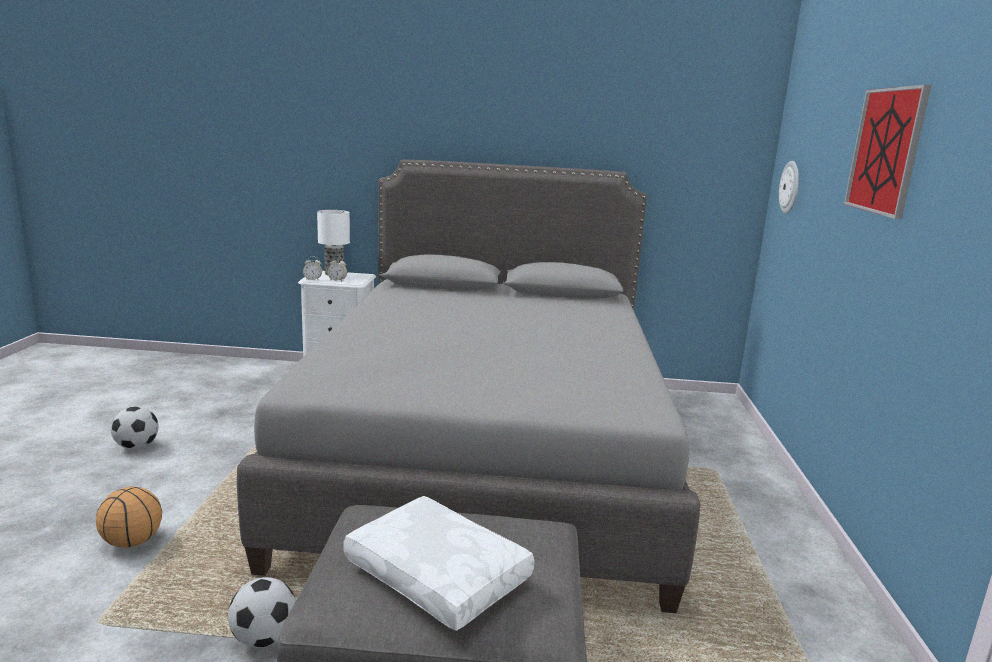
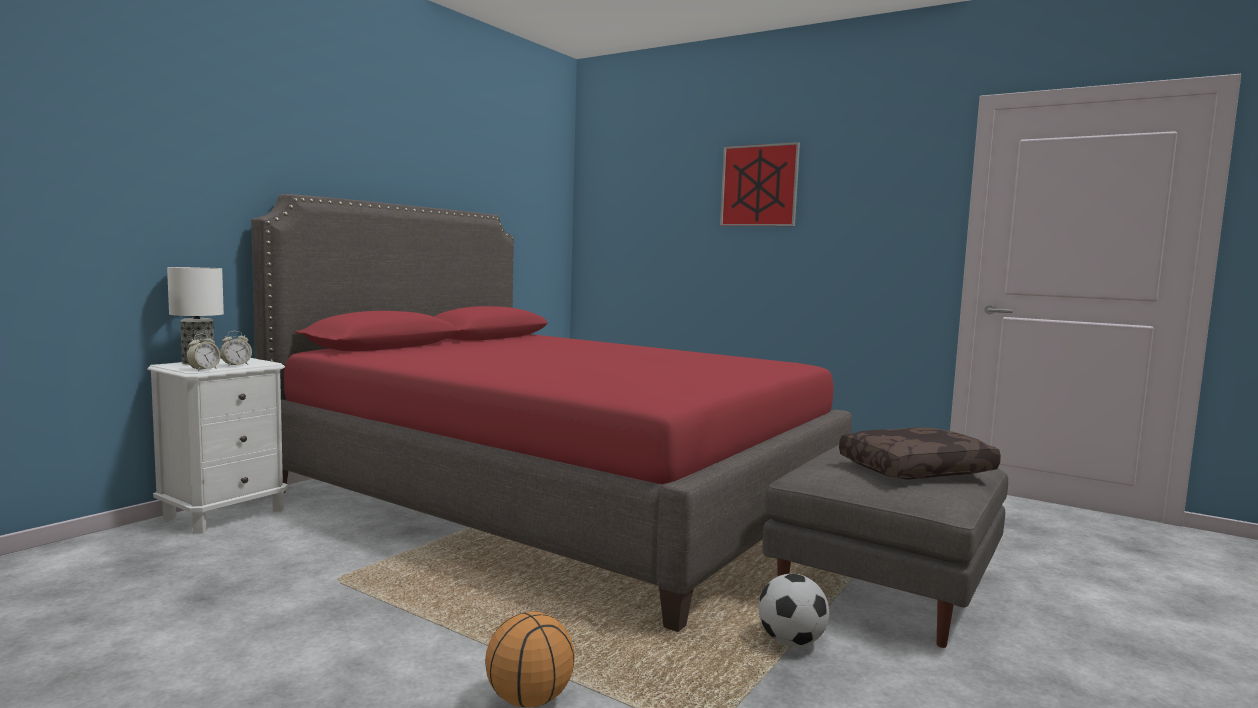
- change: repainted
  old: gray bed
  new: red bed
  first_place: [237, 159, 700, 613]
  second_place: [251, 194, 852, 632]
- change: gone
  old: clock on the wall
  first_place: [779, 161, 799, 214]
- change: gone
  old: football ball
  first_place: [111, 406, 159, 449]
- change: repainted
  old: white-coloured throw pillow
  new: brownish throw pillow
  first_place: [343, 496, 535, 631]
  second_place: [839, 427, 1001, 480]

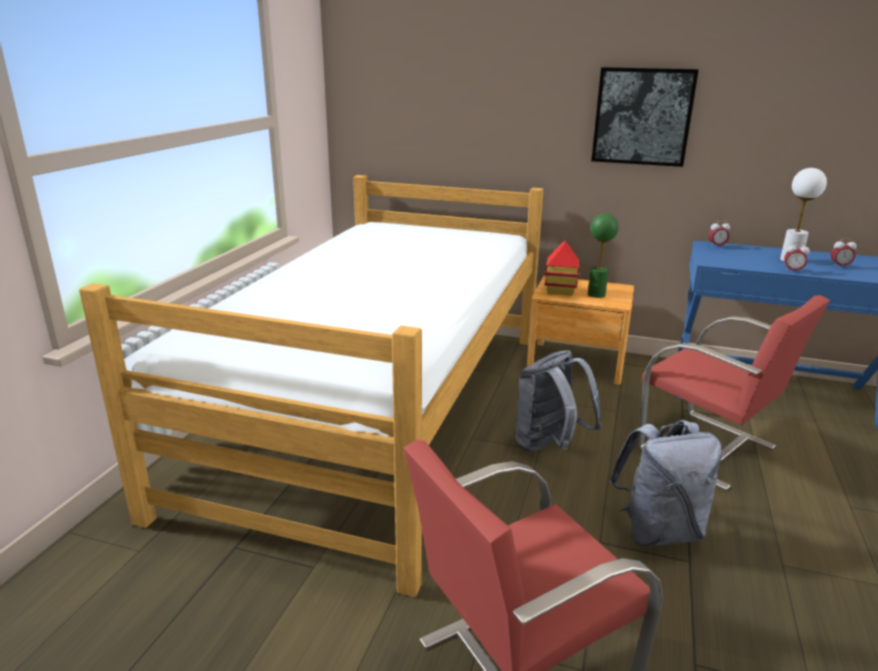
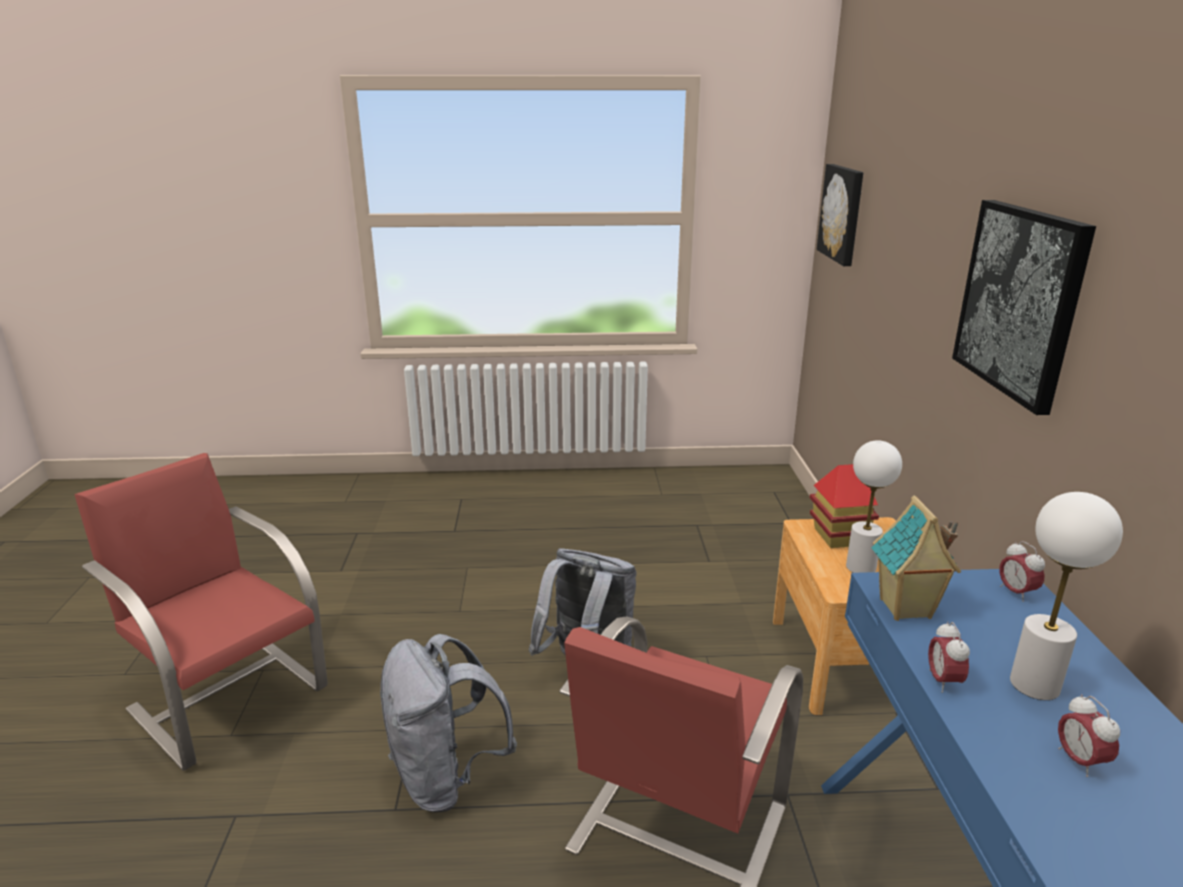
- change: gone
  old: bed
  first_place: [79, 175, 544, 597]
- change: repainted
  old: green-coloured lamp for a table
  new: white-coloured lamp for a table
  first_place: [588, 213, 619, 298]
  second_place: [846, 440, 902, 573]
- change: new
  new: wall picture
  second_place: [817, 164, 864, 266]
- change: new
  new: miniature house
  second_place: [871, 495, 961, 621]

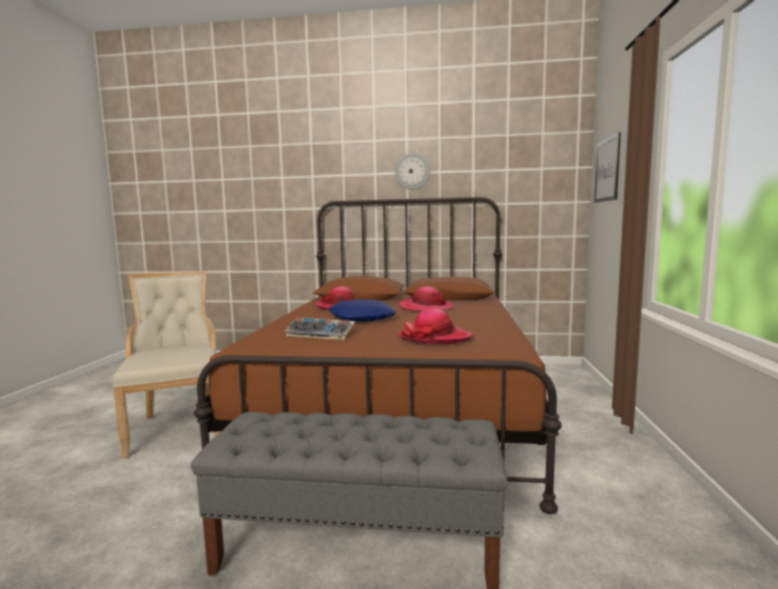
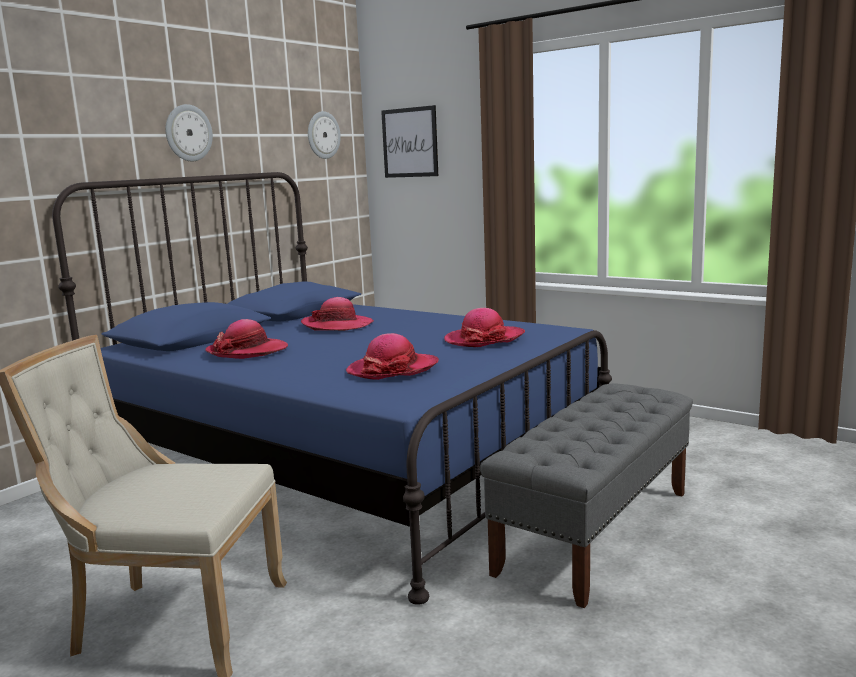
- change: repainted
  old: brownish bed
  new: blue-coloured bed
  first_place: [194, 197, 562, 514]
  second_place: [52, 172, 612, 605]
- change: gone
  old: blue-coloured throw pillow
  first_place: [329, 299, 396, 322]
- change: swapped
  old: computer keyboard
  new: clothing hat
  first_place: [285, 317, 355, 340]
  second_place: [346, 333, 439, 380]
- change: new
  new: clock on the wall
  second_place: [308, 111, 341, 159]

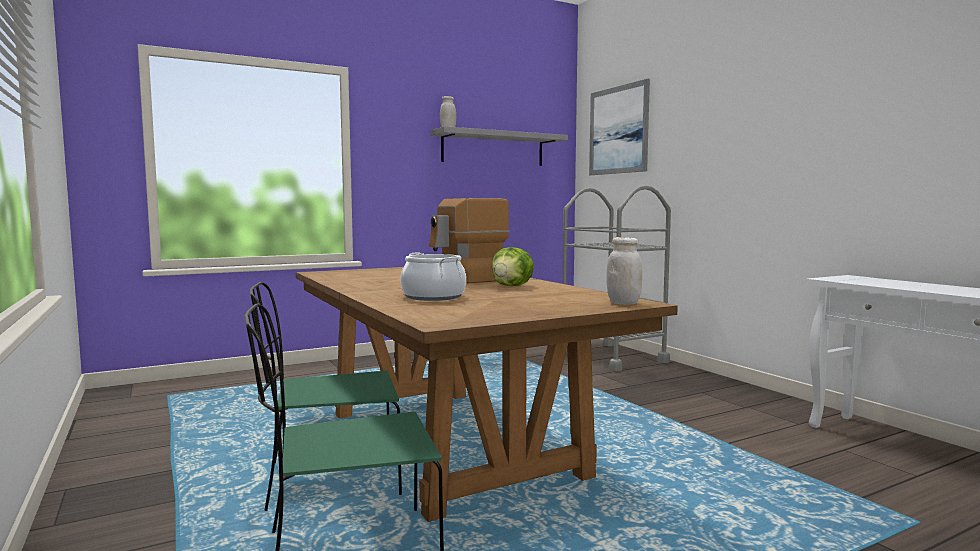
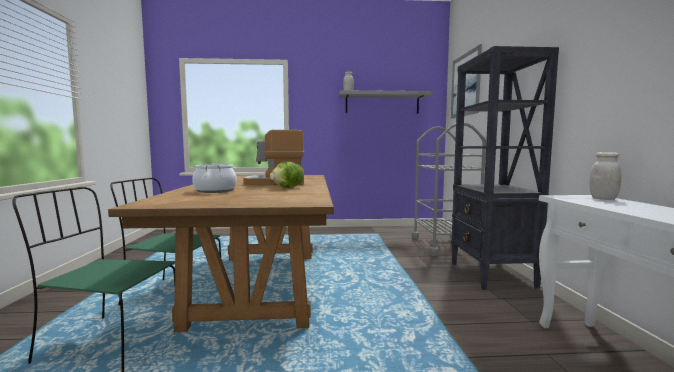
- change: shifted
  old: white-coloured jar
  first_place: [607, 237, 642, 305]
  second_place: [589, 152, 621, 200]
- change: new
  new: black-coloured bookcase
  second_place: [451, 46, 559, 290]

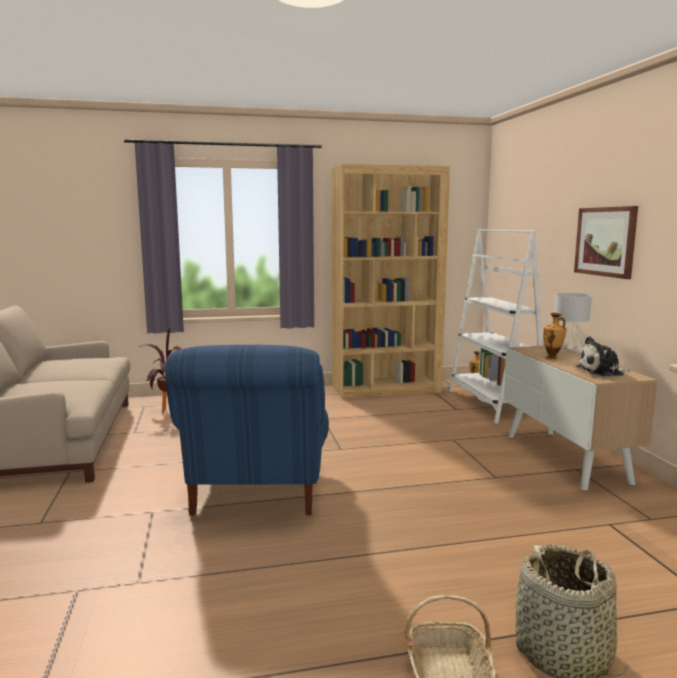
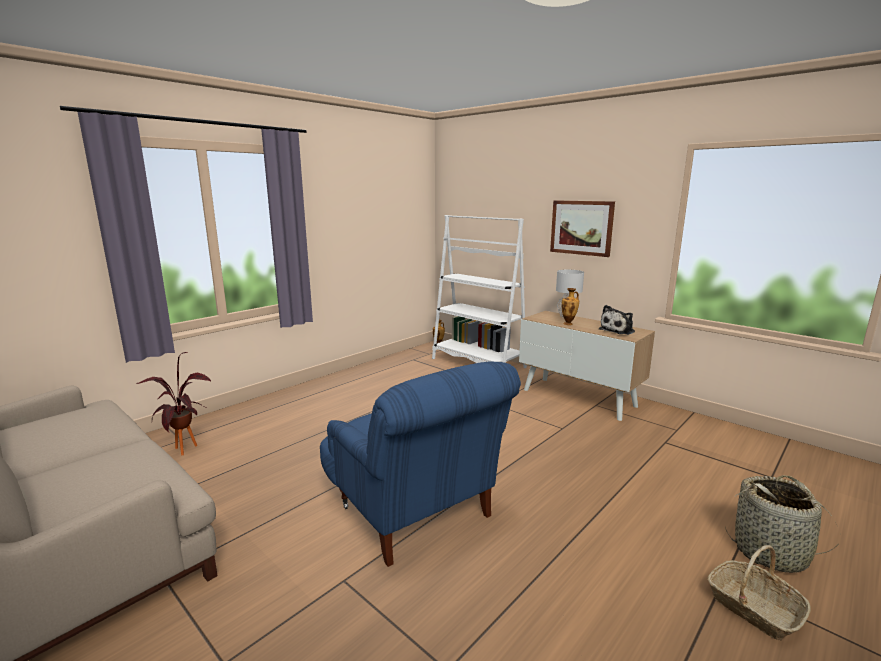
- change: gone
  old: brownish bookcase
  first_place: [332, 164, 450, 398]

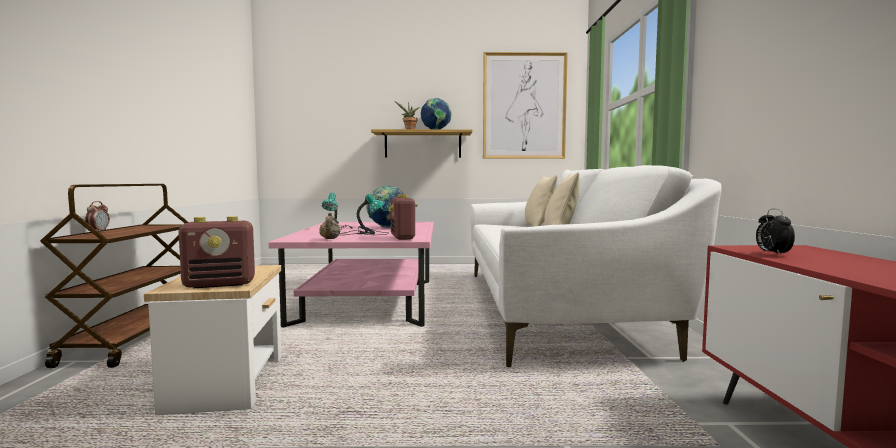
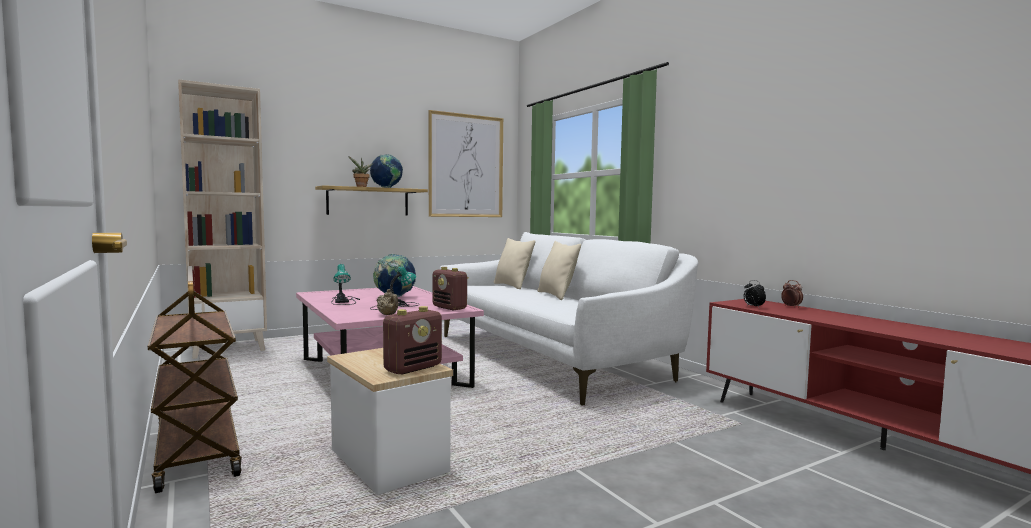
- change: shifted
  old: table clock
  first_place: [85, 201, 110, 231]
  second_place: [781, 280, 803, 308]
- change: new
  new: beige bookcase
  second_place: [178, 79, 267, 359]

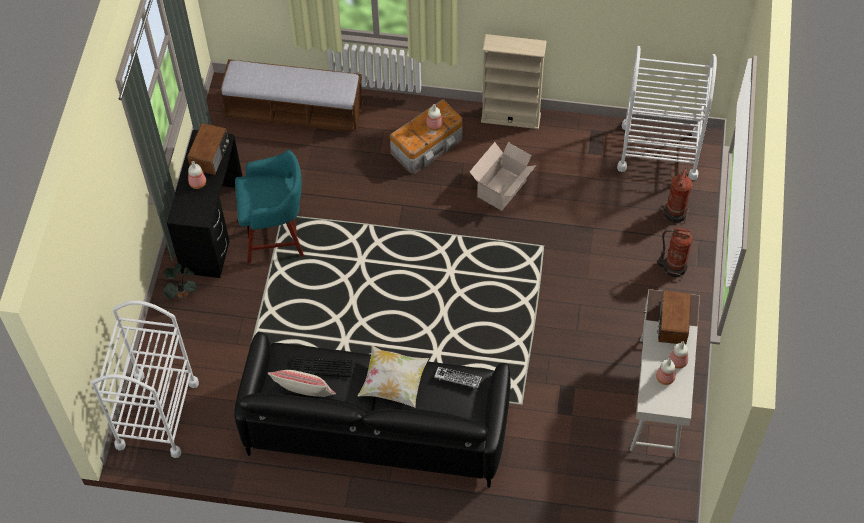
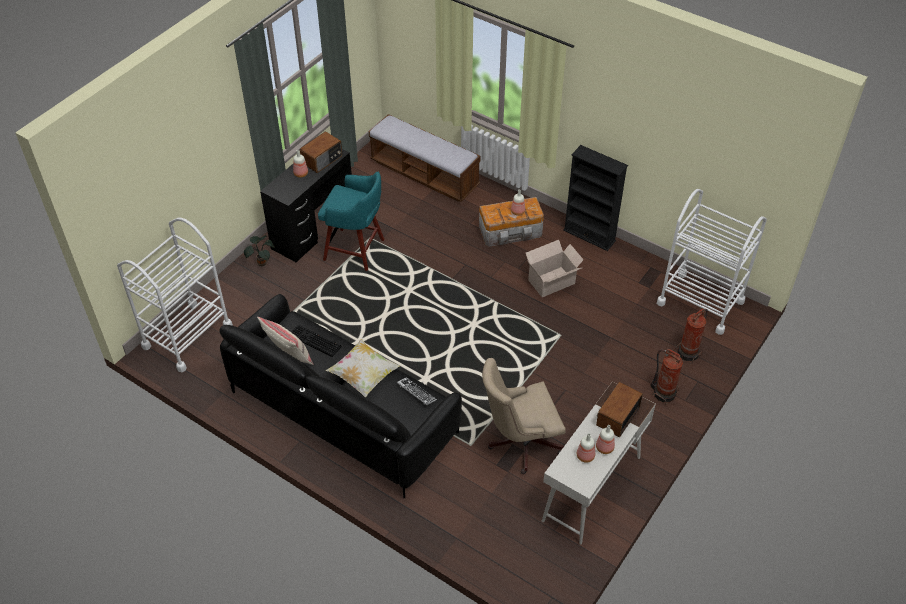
- change: repainted
  old: beige bookcase
  new: black-coloured bookcase
  first_place: [481, 34, 547, 129]
  second_place: [563, 145, 628, 251]
- change: new
  new: beige computer chair
  second_place: [482, 358, 566, 474]

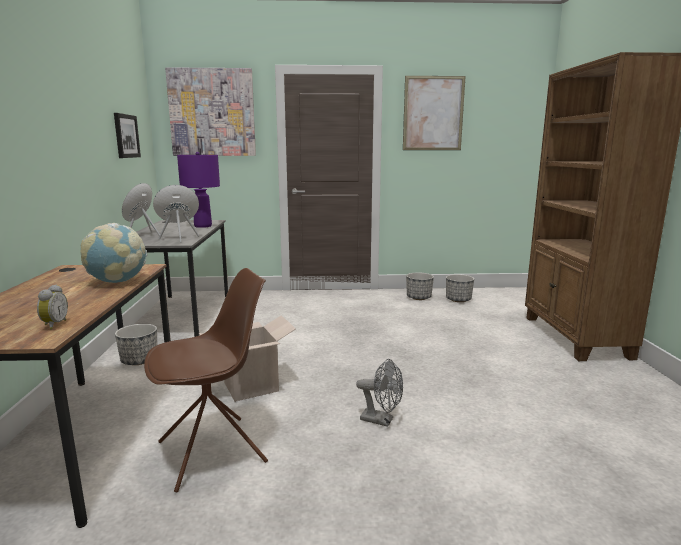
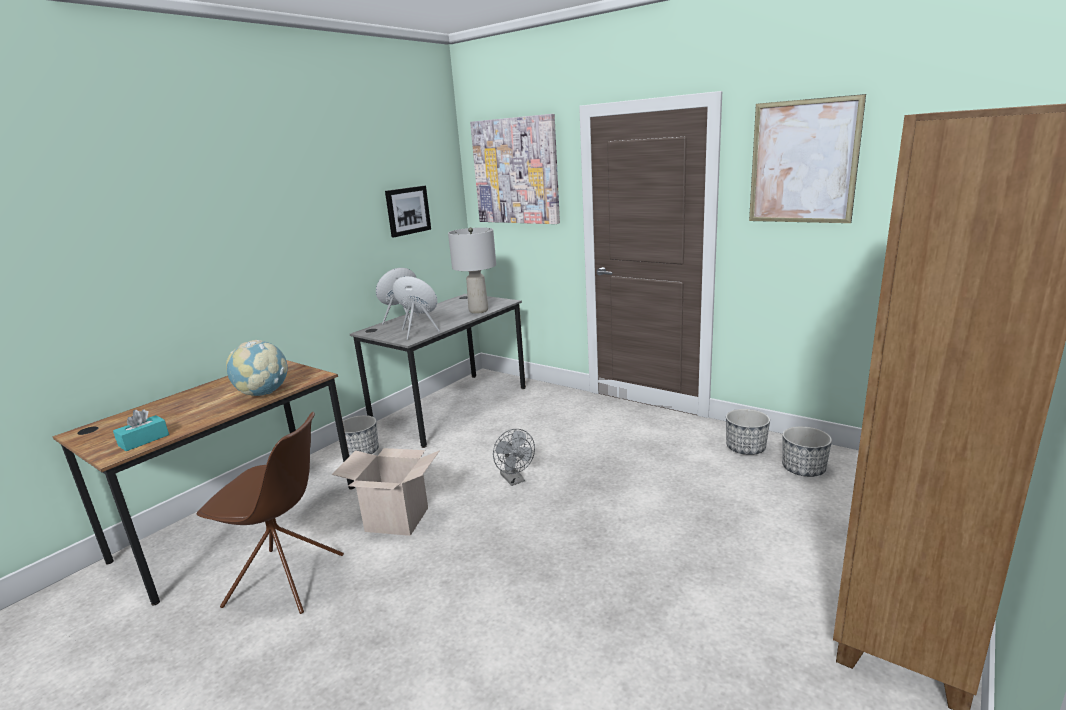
- change: repainted
  old: purple lamp for a table
  new: gray lamp for a table
  first_place: [177, 152, 220, 228]
  second_place: [448, 227, 496, 314]
- change: swapped
  old: table clock
  new: turquoise-coloured tissue box
  first_place: [37, 285, 68, 330]
  second_place: [113, 410, 169, 451]
- change: shifted
  old: gray electric fan
  first_place: [356, 359, 403, 427]
  second_place: [493, 429, 535, 486]

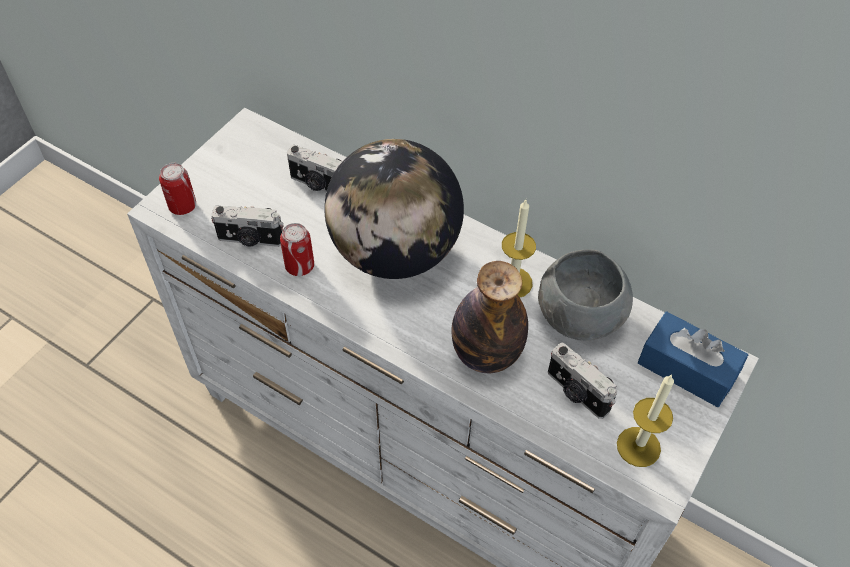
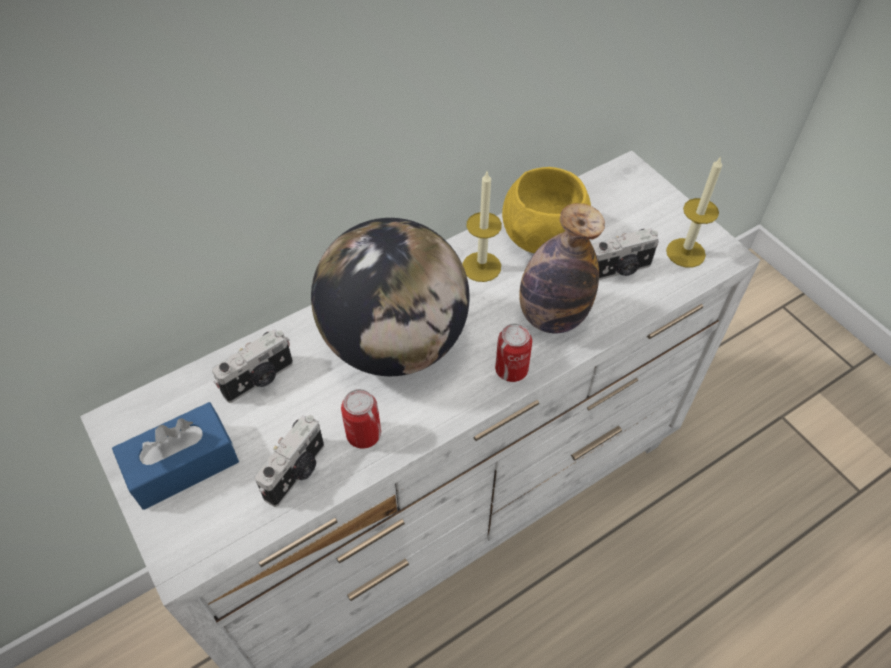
- change: shifted
  old: metal can
  first_place: [159, 163, 196, 215]
  second_place: [495, 323, 532, 382]
- change: repainted
  old: gray serving bowl
  new: yellowish serving bowl
  first_place: [538, 249, 633, 340]
  second_place: [502, 167, 591, 253]
- change: shifted
  old: blue-coloured tissue box
  first_place: [638, 311, 748, 407]
  second_place: [112, 402, 239, 510]

